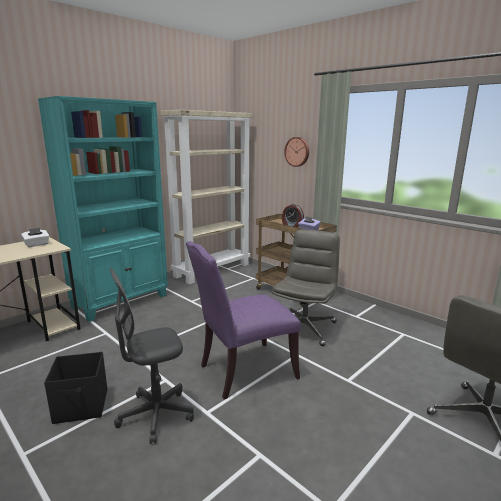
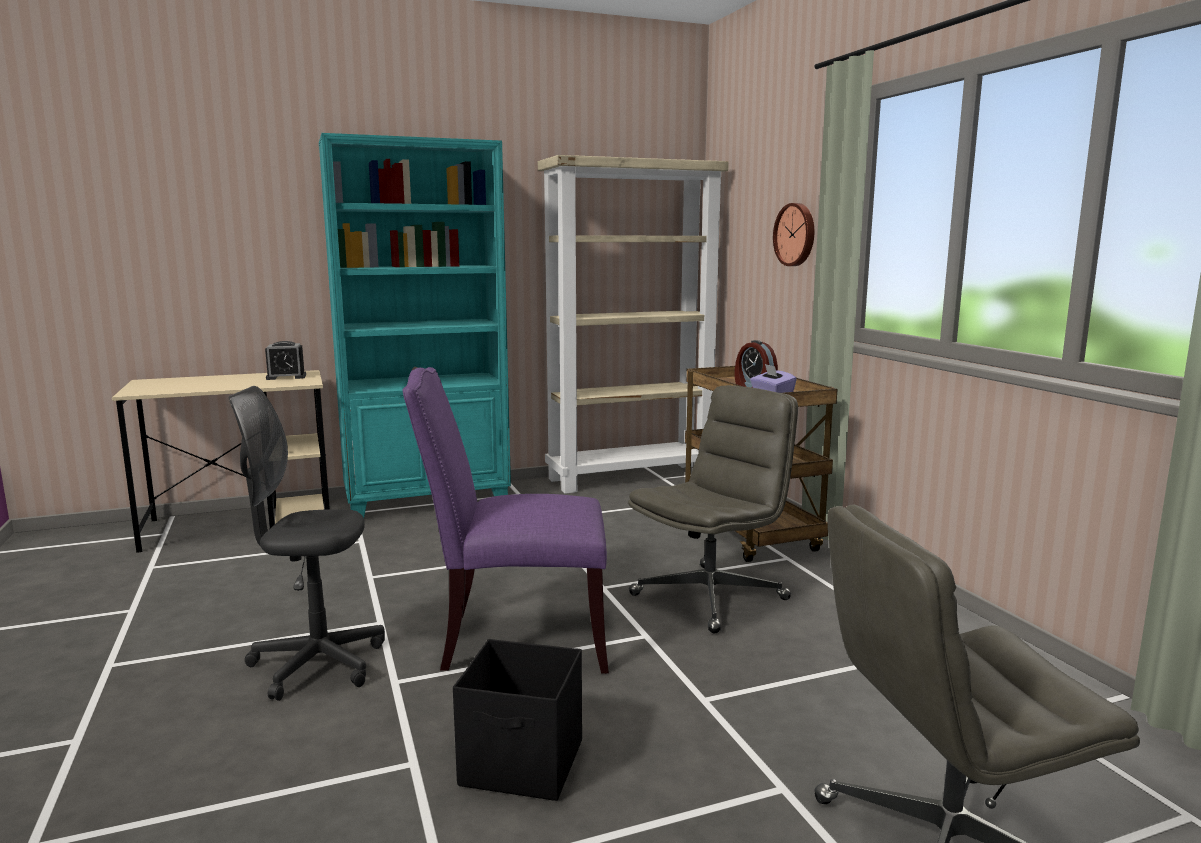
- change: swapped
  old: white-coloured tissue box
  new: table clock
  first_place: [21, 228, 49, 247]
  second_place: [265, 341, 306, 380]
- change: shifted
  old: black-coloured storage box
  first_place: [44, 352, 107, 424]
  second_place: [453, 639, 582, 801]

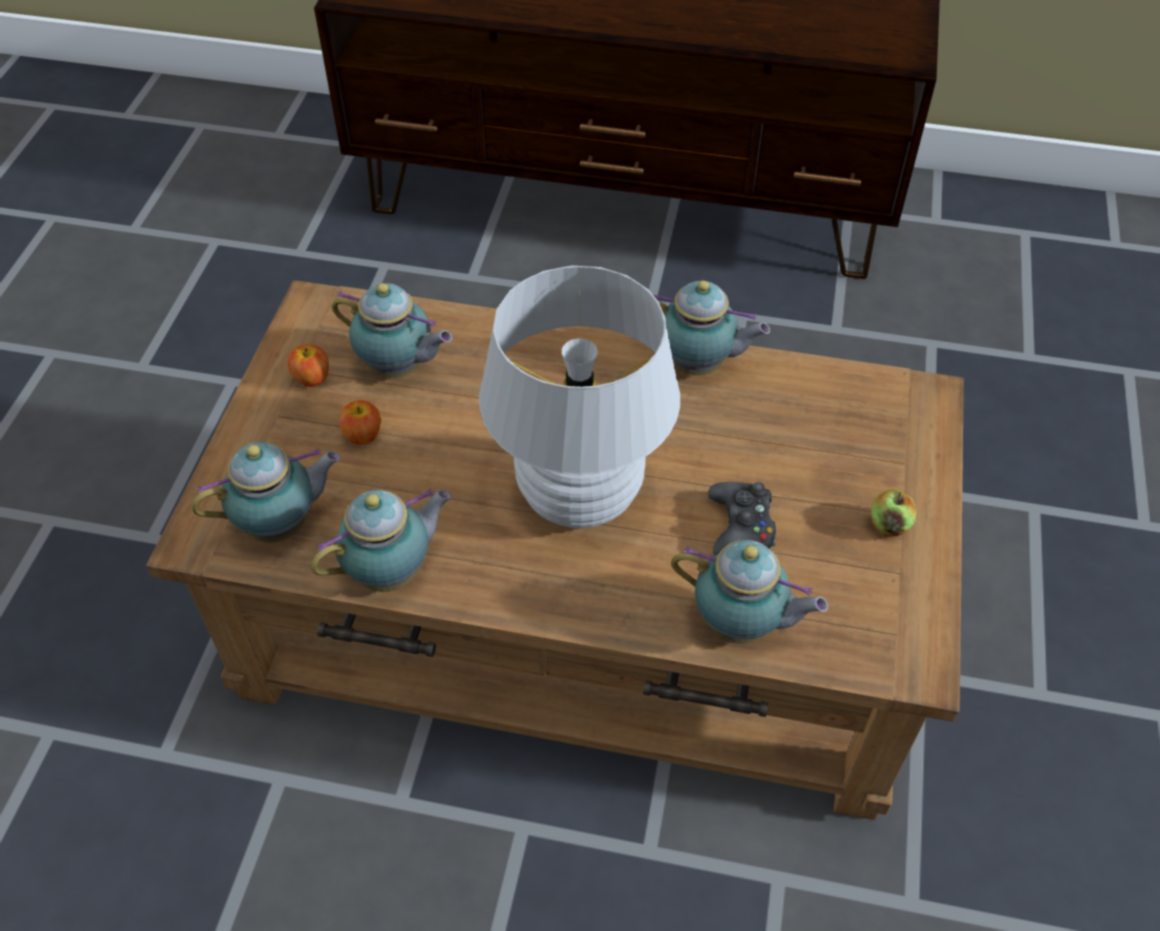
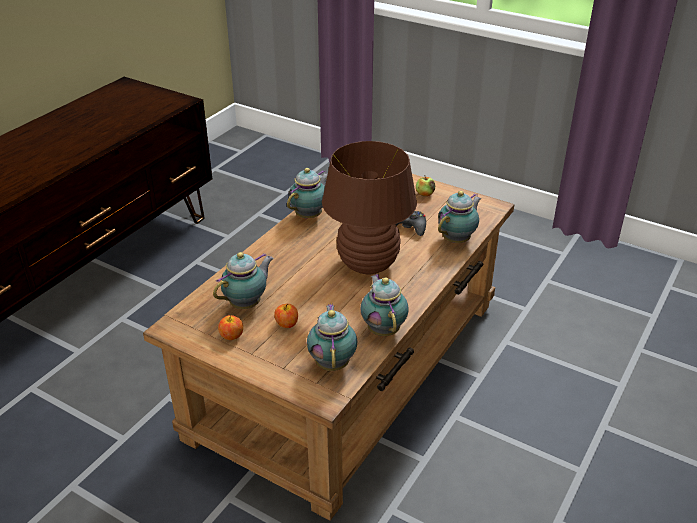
- change: repainted
  old: white-coloured lamp for a table
  new: brownish lamp for a table
  first_place: [479, 266, 680, 528]
  second_place: [322, 141, 417, 274]

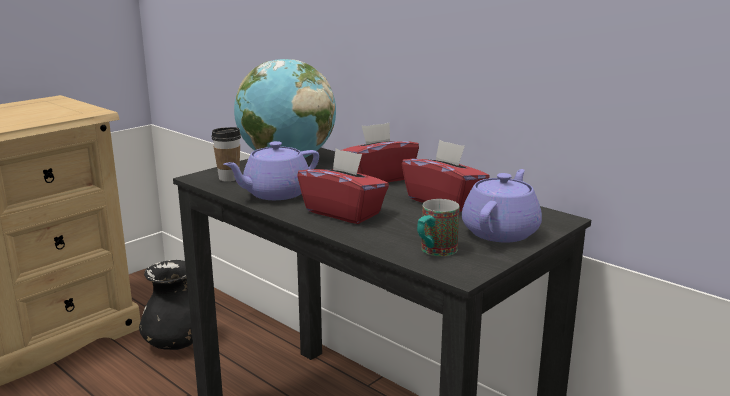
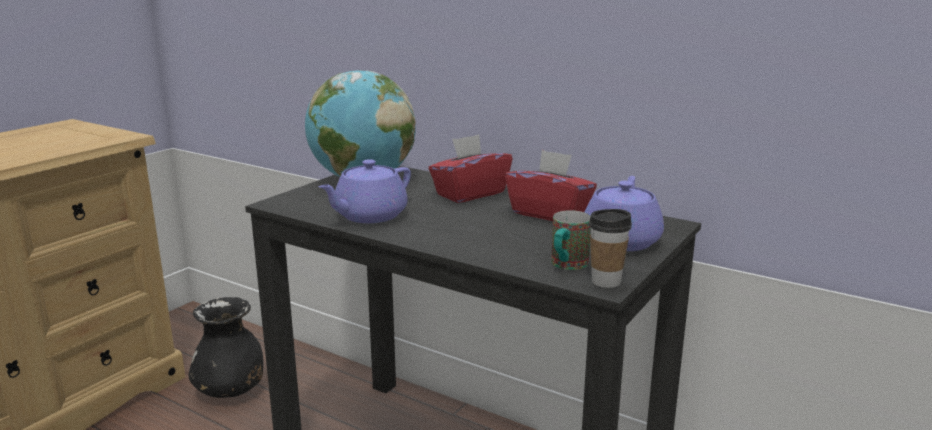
- change: shifted
  old: small cup
  first_place: [211, 127, 241, 182]
  second_place: [589, 209, 632, 288]
- change: gone
  old: red tissue box
  first_place: [297, 148, 389, 224]

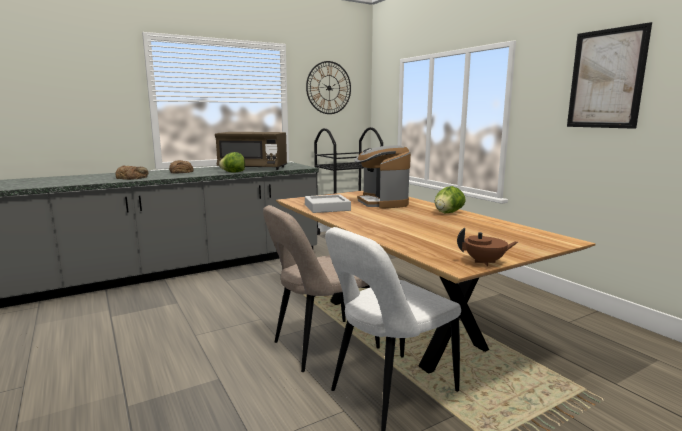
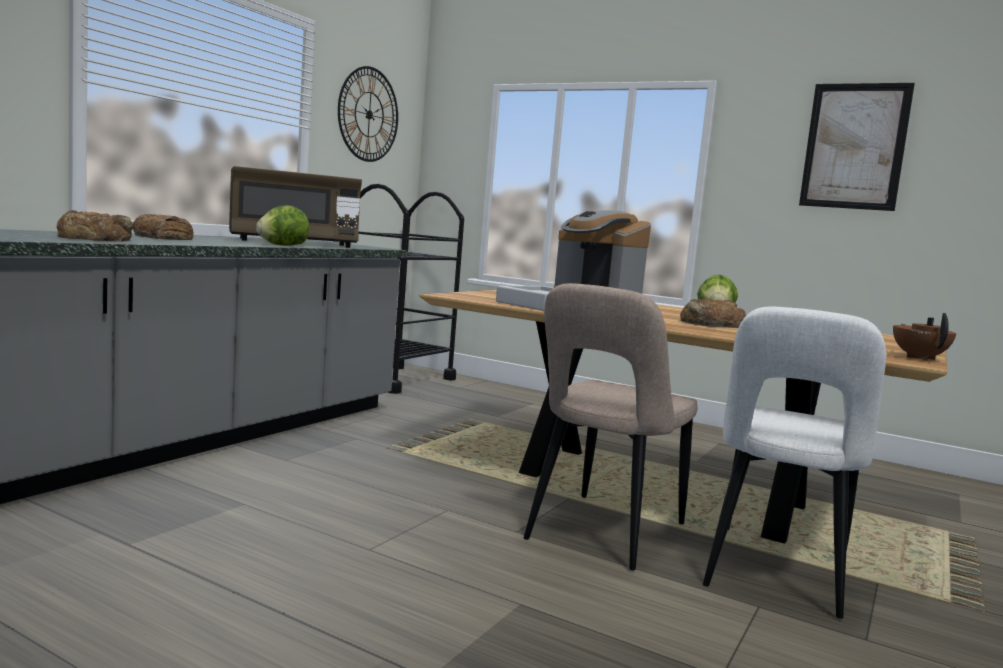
- change: rotated
  old: brownish teapot
  first_place: [457, 228, 518, 266]
  second_place: [893, 313, 956, 361]
  degrees: -60
- change: new
  new: bread
  second_place: [680, 299, 746, 328]

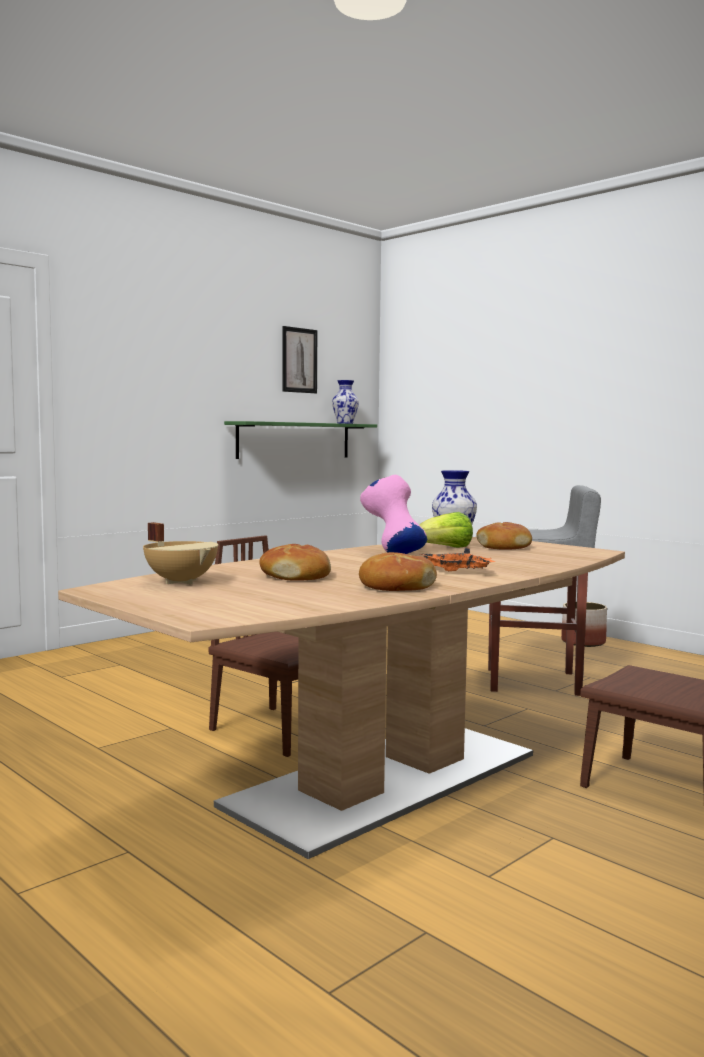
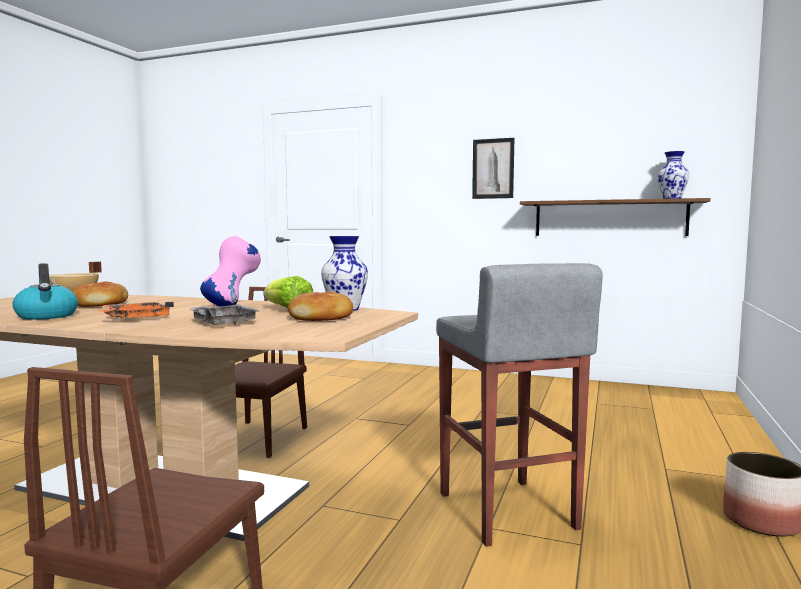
- change: shifted
  old: wall picture
  first_place: [282, 326, 317, 393]
  second_place: [472, 138, 514, 199]
- change: repainted
  old: green-coloured wall shelf
  new: brownish wall shelf
  first_place: [224, 421, 377, 459]
  second_place: [520, 198, 711, 236]
- change: swapped
  old: bread
  new: water kettle
  first_place: [359, 552, 437, 591]
  second_place: [12, 263, 78, 320]
- change: new
  new: gray tray
  second_place: [189, 304, 259, 325]

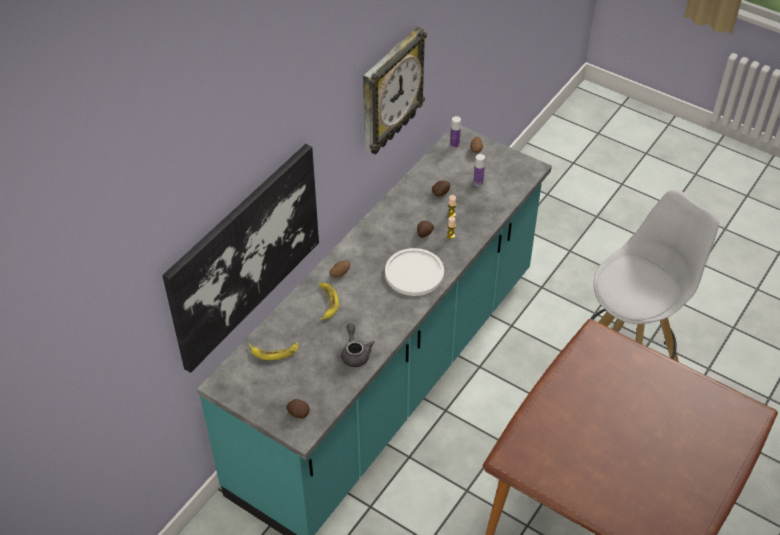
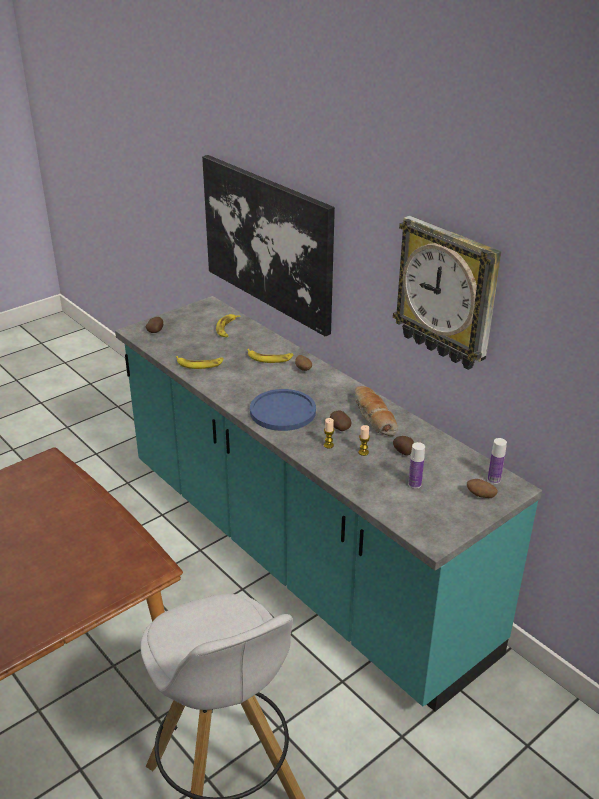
- change: repainted
  old: white-coloured dinner plate
  new: blue-coloured dinner plate
  first_place: [385, 248, 444, 296]
  second_place: [250, 389, 316, 431]
- change: swapped
  old: gray teapot
  new: banana
  first_place: [341, 324, 375, 367]
  second_place: [176, 356, 224, 369]
- change: new
  new: bread
  second_place: [355, 386, 398, 436]

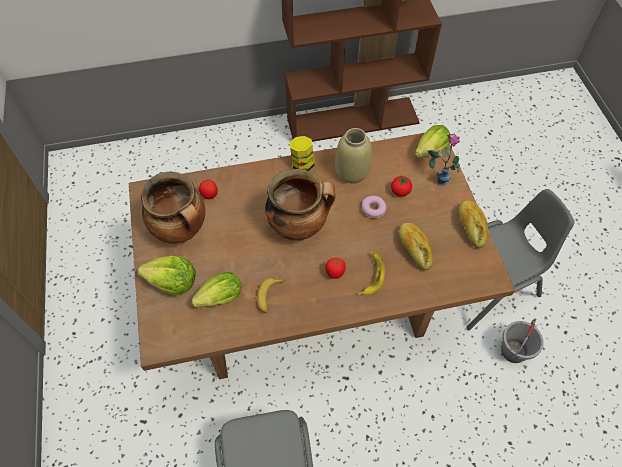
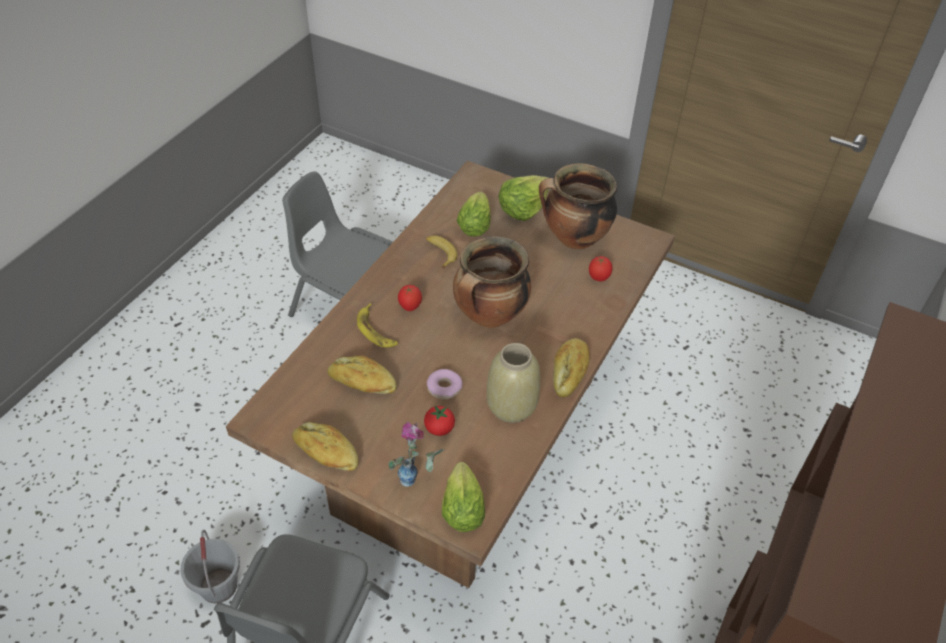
- change: swapped
  old: jar
  new: bread
  first_place: [290, 136, 315, 171]
  second_place: [553, 338, 590, 397]

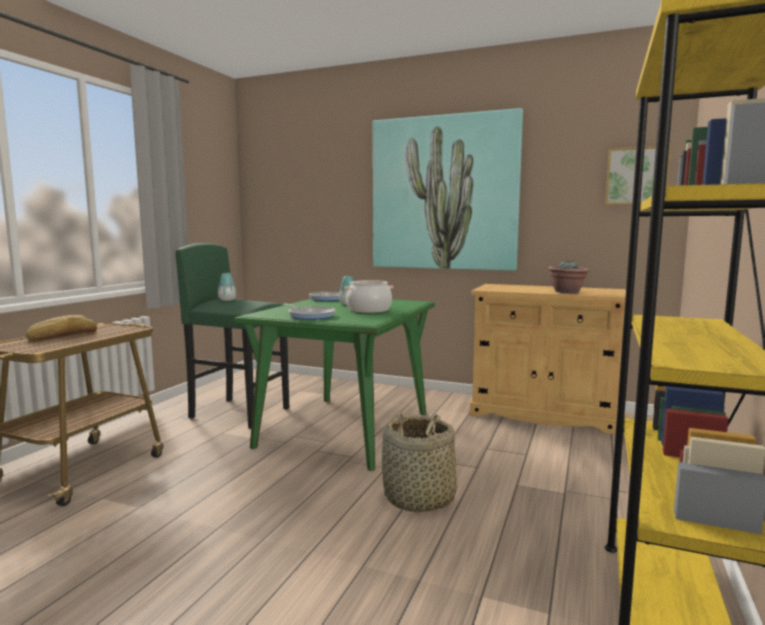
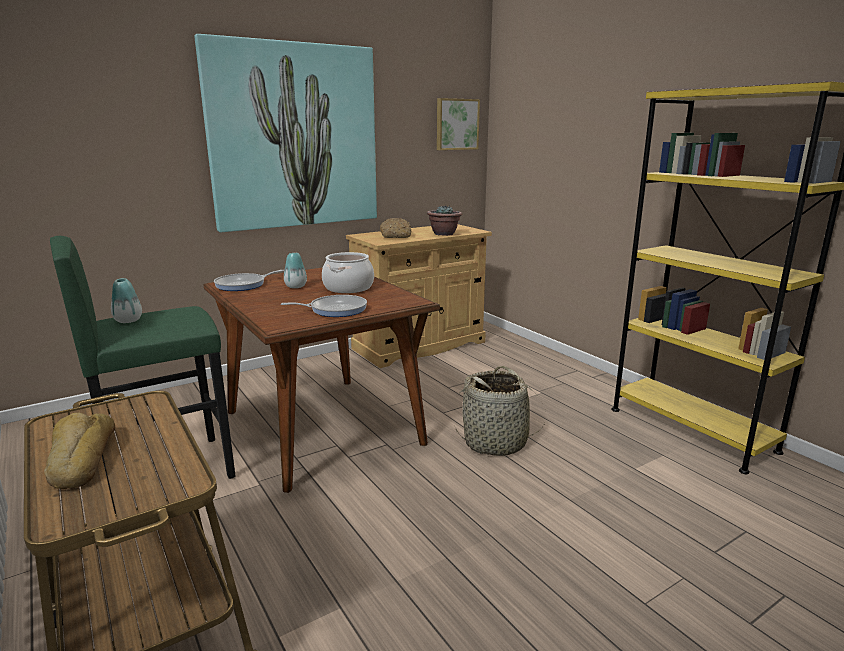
- change: repainted
  old: green-coloured kitchen table
  new: brownish kitchen table
  first_place: [234, 299, 435, 471]
  second_place: [203, 267, 440, 493]
- change: new
  new: bread
  second_place: [380, 218, 412, 238]

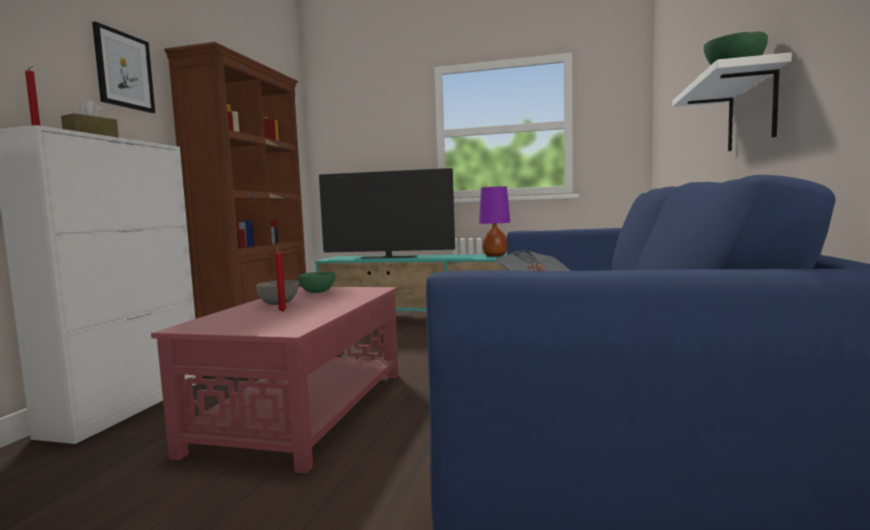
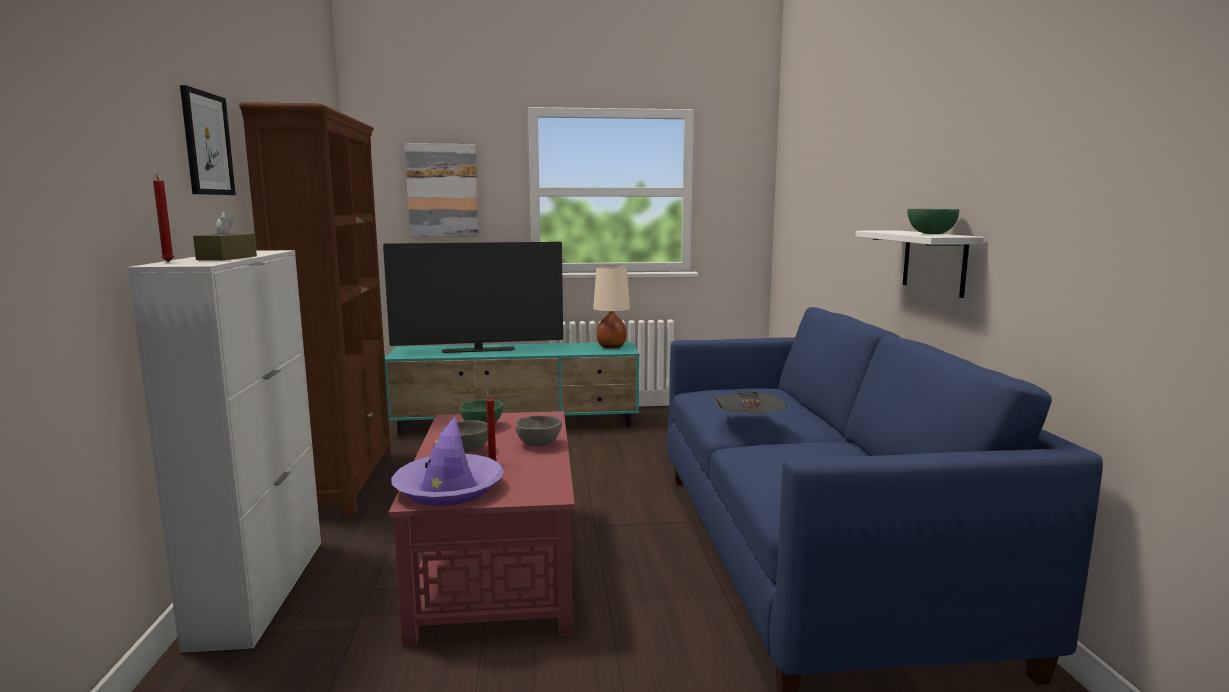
- change: repainted
  old: purple lamp for a table
  new: beige lamp for a table
  first_place: [479, 187, 510, 257]
  second_place: [593, 266, 630, 348]
- change: new
  new: wall picture
  second_place: [405, 143, 479, 237]
- change: new
  new: gray serving bowl
  second_place: [515, 415, 562, 447]
- change: new
  new: purple clothing hat
  second_place: [391, 417, 504, 506]

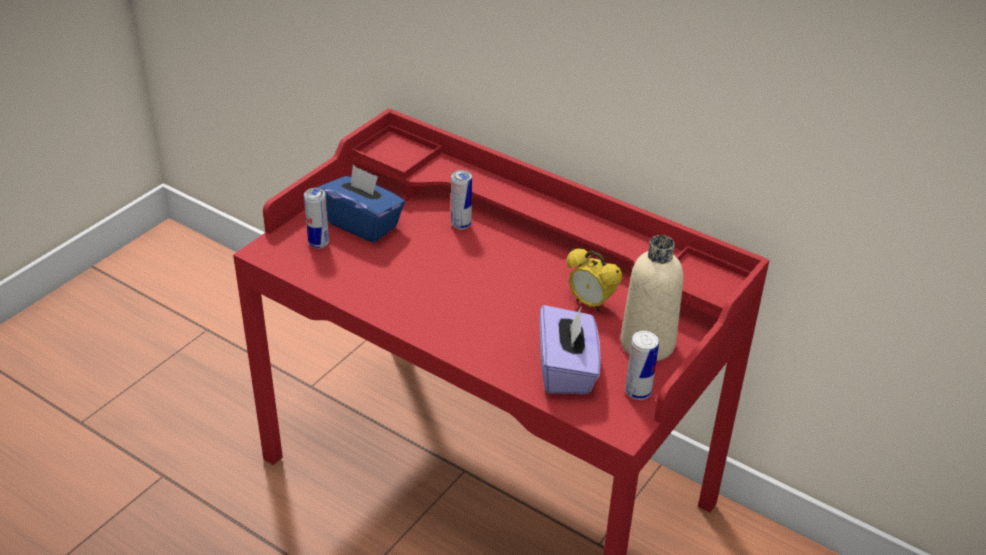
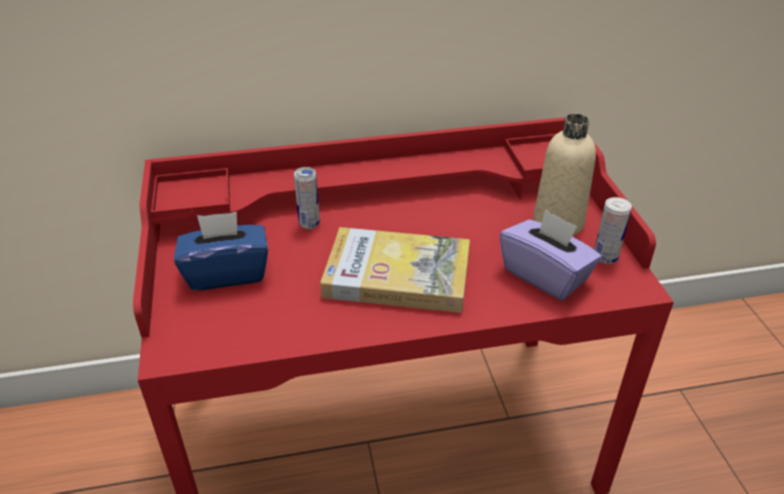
- change: gone
  old: metal can
  first_place: [304, 188, 329, 249]
- change: gone
  old: table clock
  first_place: [566, 248, 622, 312]
- change: new
  new: volume
  second_place: [320, 227, 470, 313]

